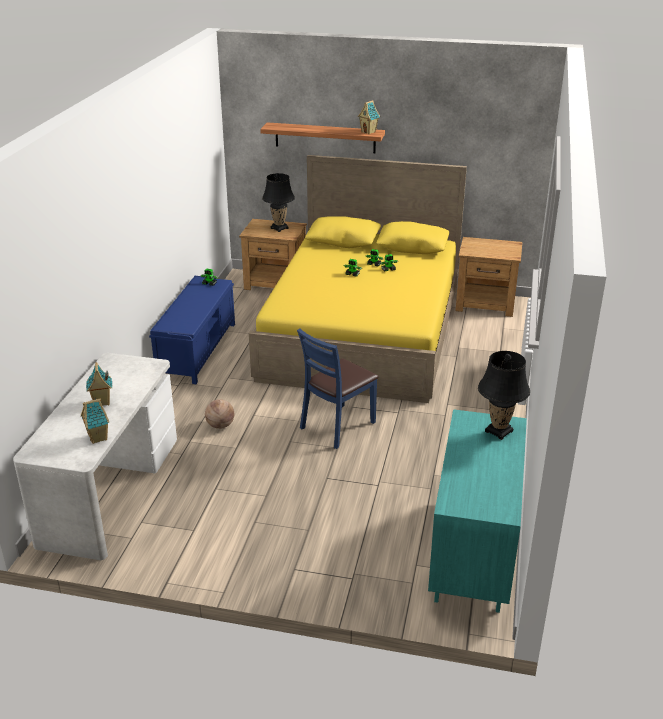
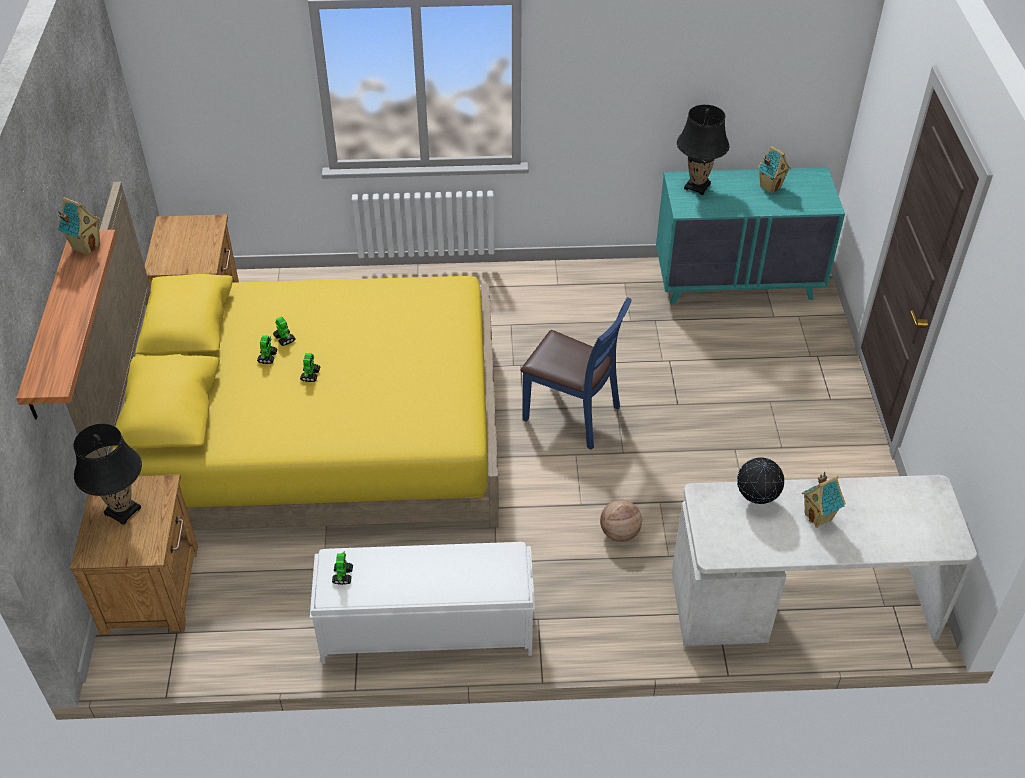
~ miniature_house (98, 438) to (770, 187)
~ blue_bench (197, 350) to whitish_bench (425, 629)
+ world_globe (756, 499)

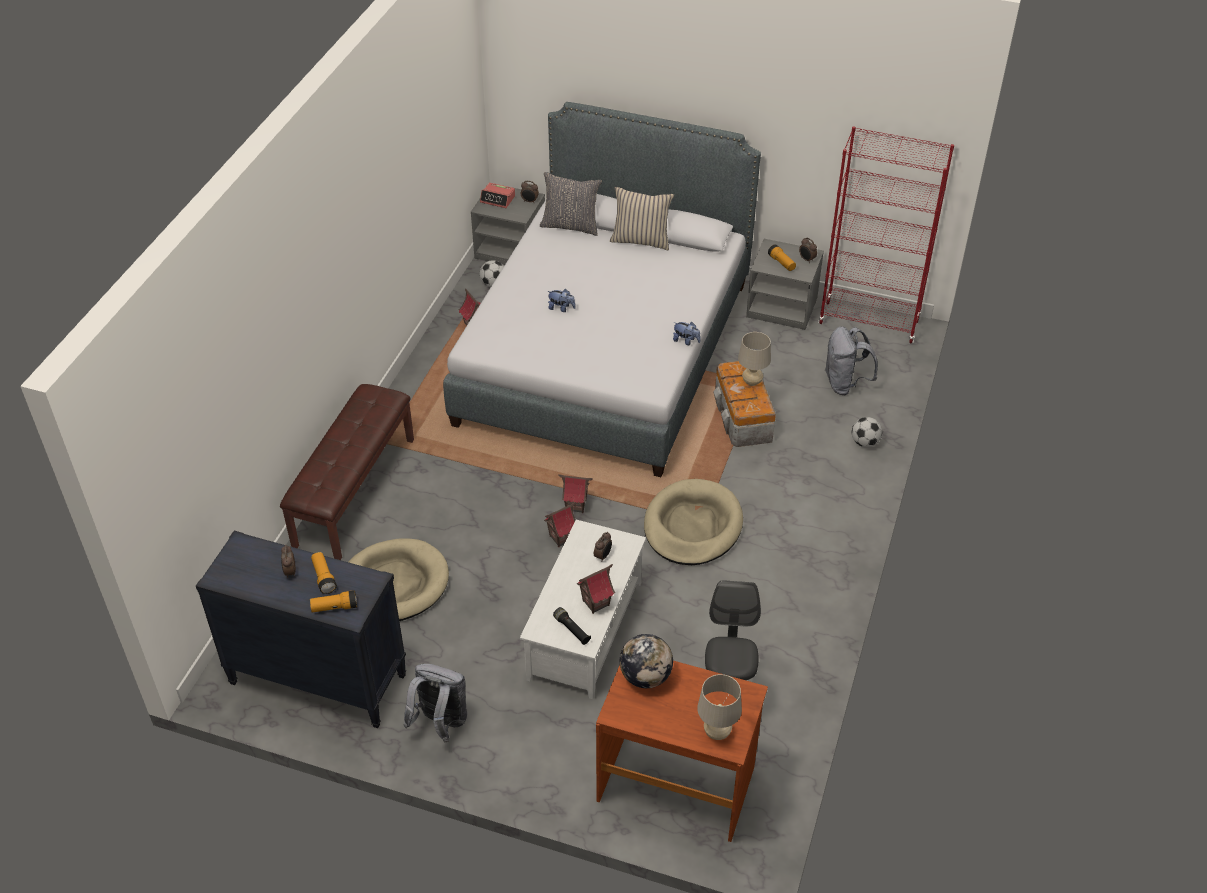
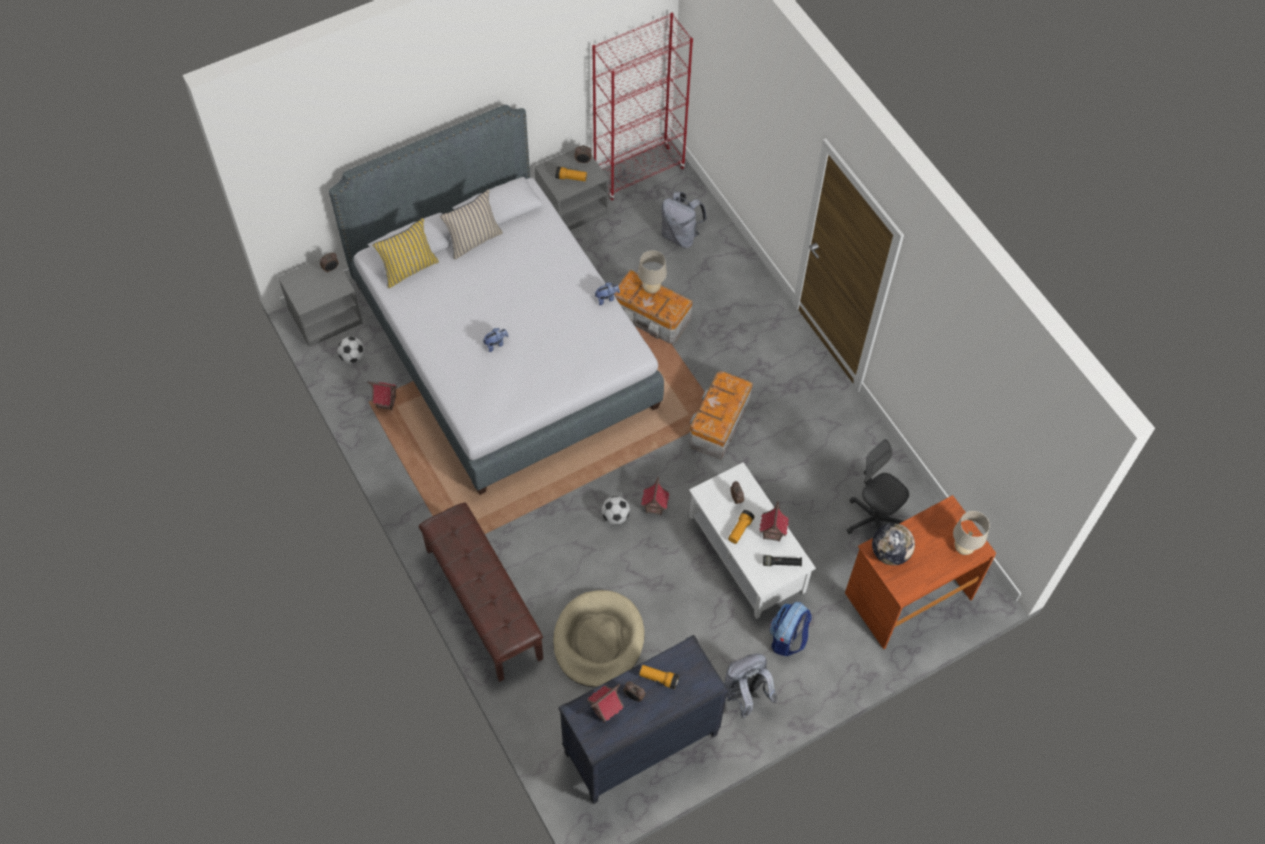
~ flashlight (334, 607) to (740, 530)
- bedside_clock (498, 199)
~ grey_pillow (570, 225) to yellow-coloured_pillow (408, 268)
~ miniature_house (576, 506) to (605, 710)
~ beige_dog_cushion (692, 526) to storage_container (718, 424)
~ ball_for_football (865, 442) to (615, 516)
+ rucksack (787, 638)

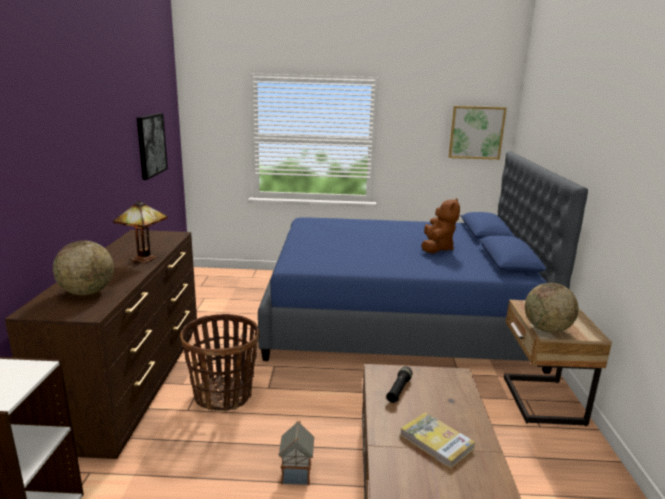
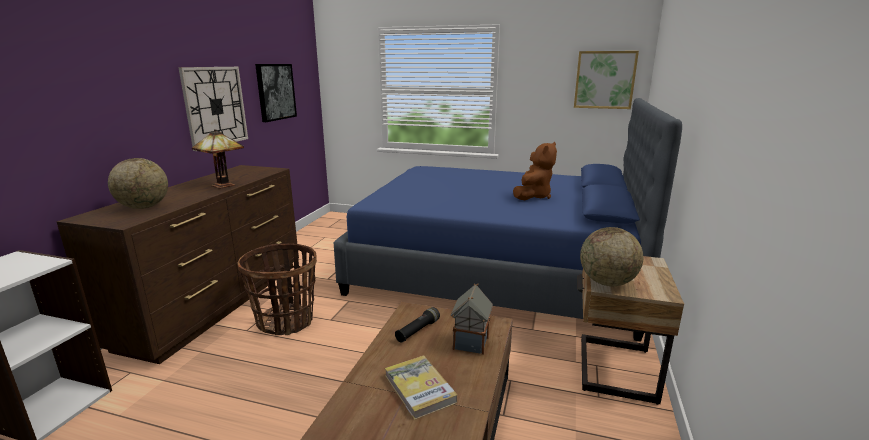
~ miniature_house (296, 475) to (471, 344)
+ hanging_clock (215, 106)

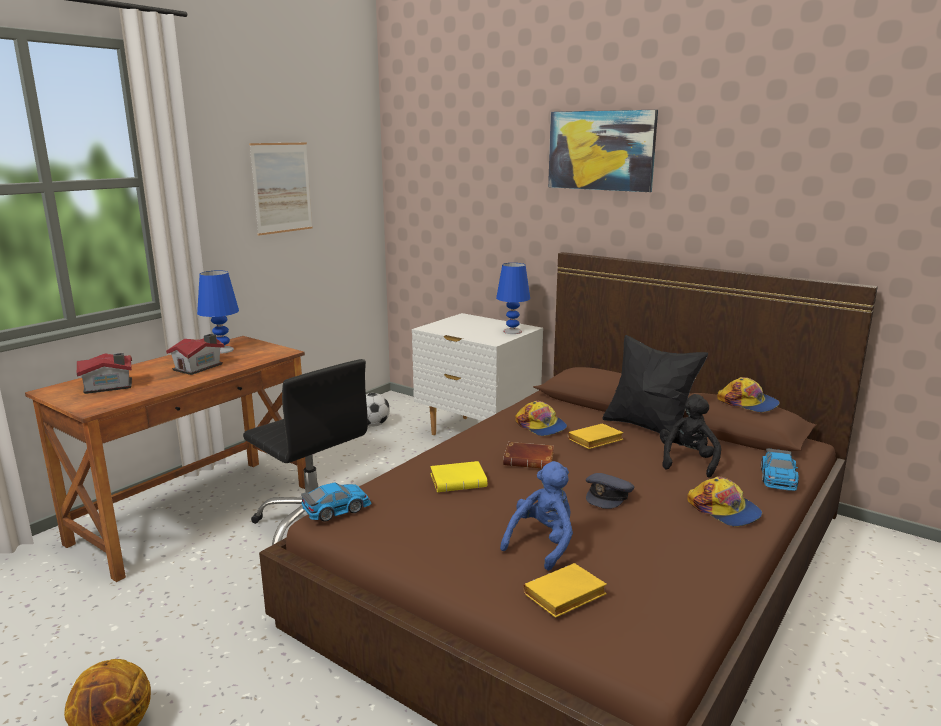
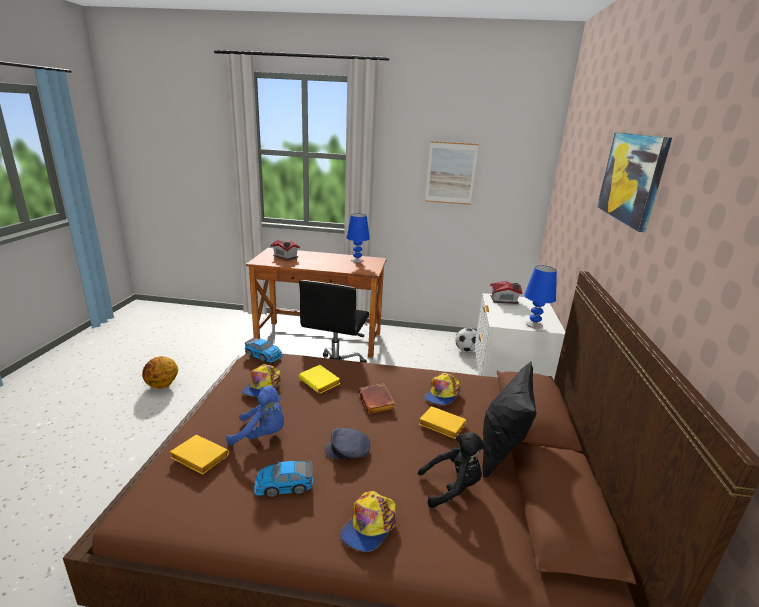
~ miniature_house (200, 367) to (504, 300)
~ cap (748, 403) to (262, 386)
~ miniature_car (778, 478) to (284, 484)

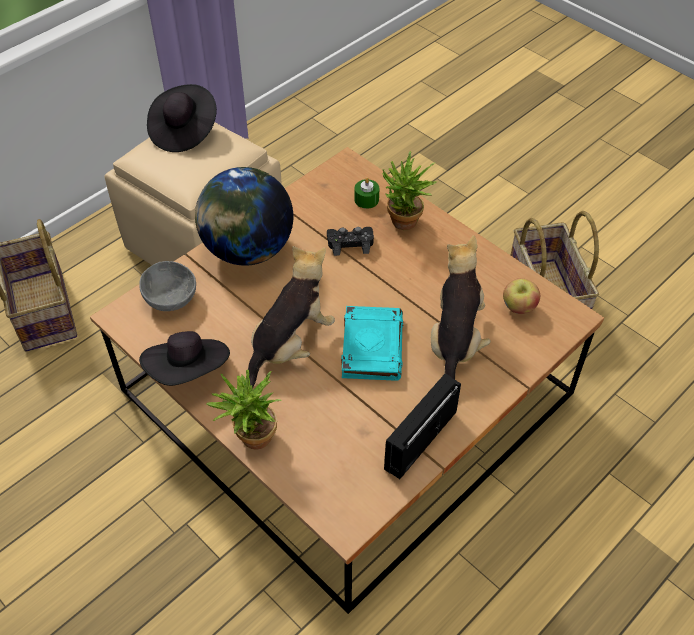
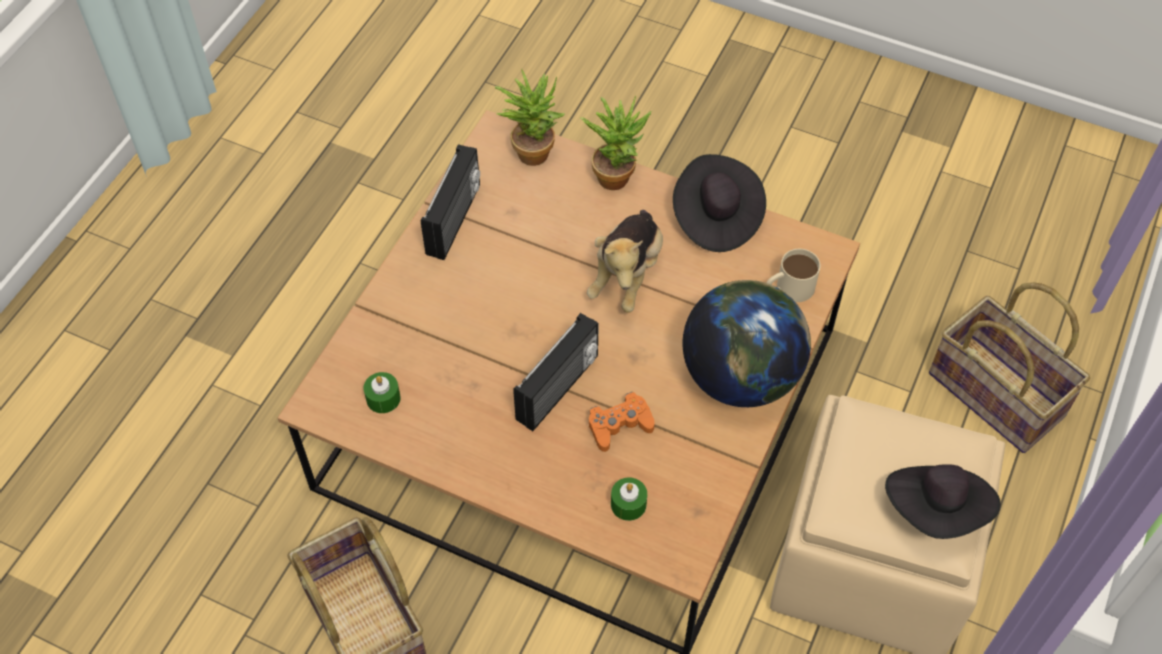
~ grey_serving_bowl (172, 297) to beige_coffee_mug (788, 289)
~ blackish_game_controller (350, 243) to orange_game_controller (619, 425)
- blue-green_book (371, 346)
~ houseplant (403, 225) to (532, 149)
- soft_toy (455, 342)
~ apple_fruit (518, 307) to greenish_candle (383, 398)
+ radio_set (559, 389)

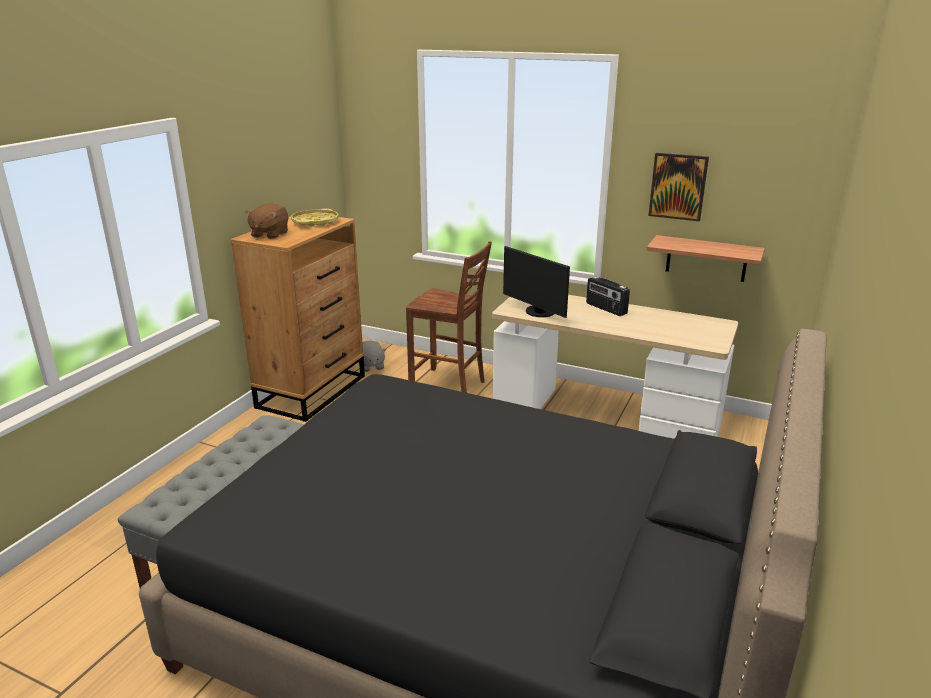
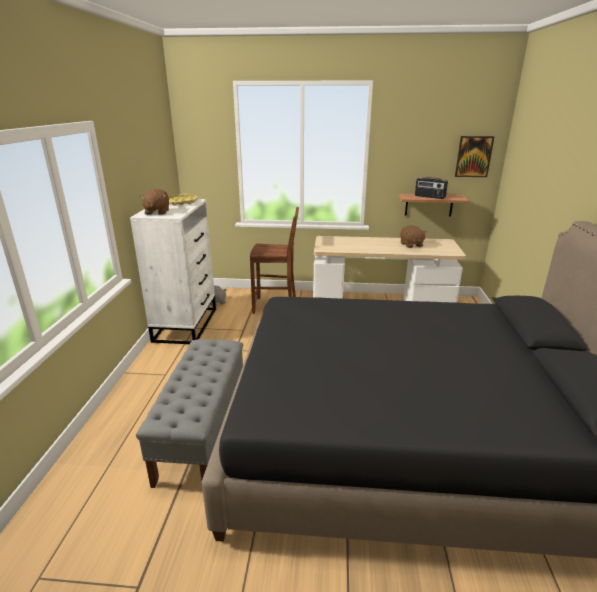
~ brown_chest_of_drawers (312, 391) to whitish_chest_of_drawers (186, 324)
- computer_screen (538, 312)
~ radio_set (605, 309) to (429, 197)
~ wall_picture (678, 186) to (473, 156)
+ brown_soft_toy (411, 245)

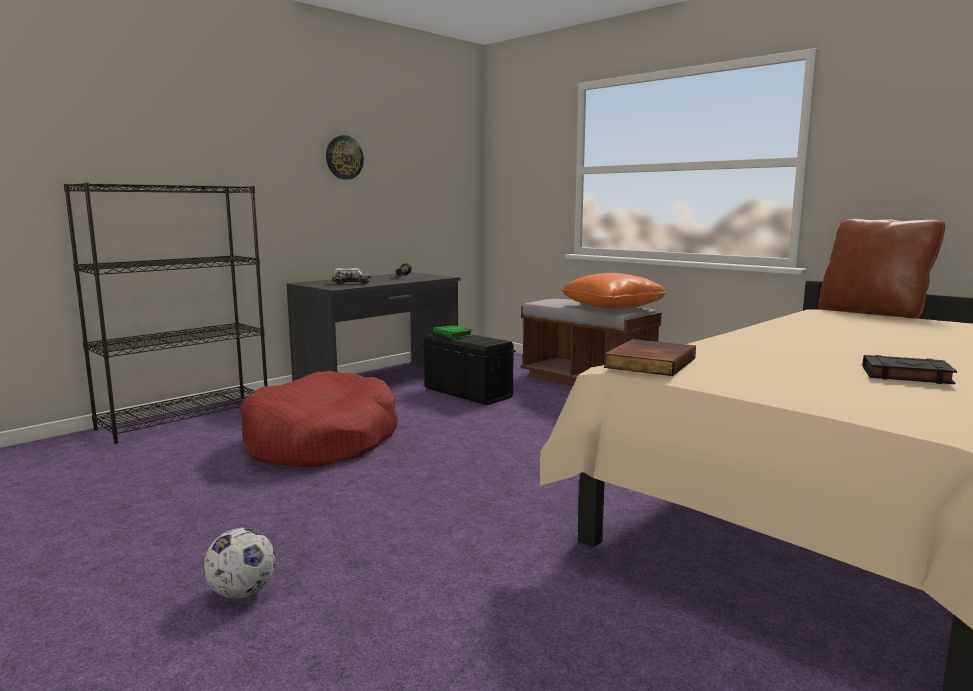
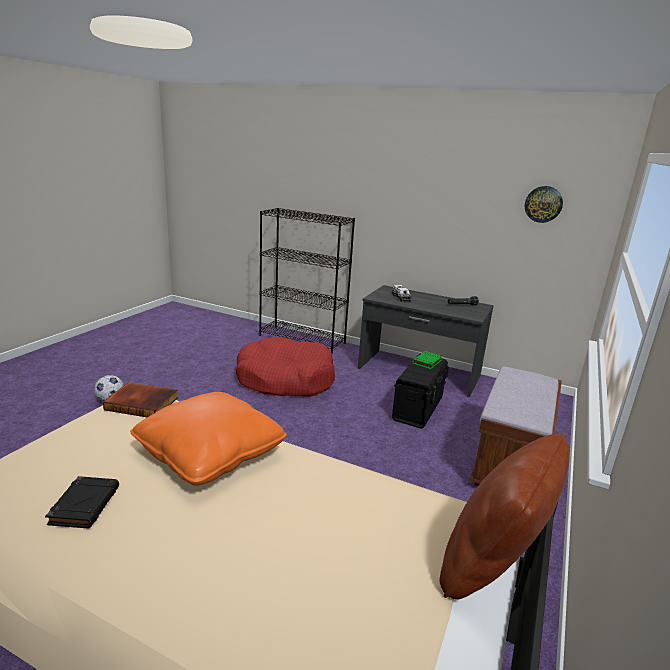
~ hanging_clock (344, 157) to (543, 204)
~ orange_pillow (612, 307) to (210, 453)

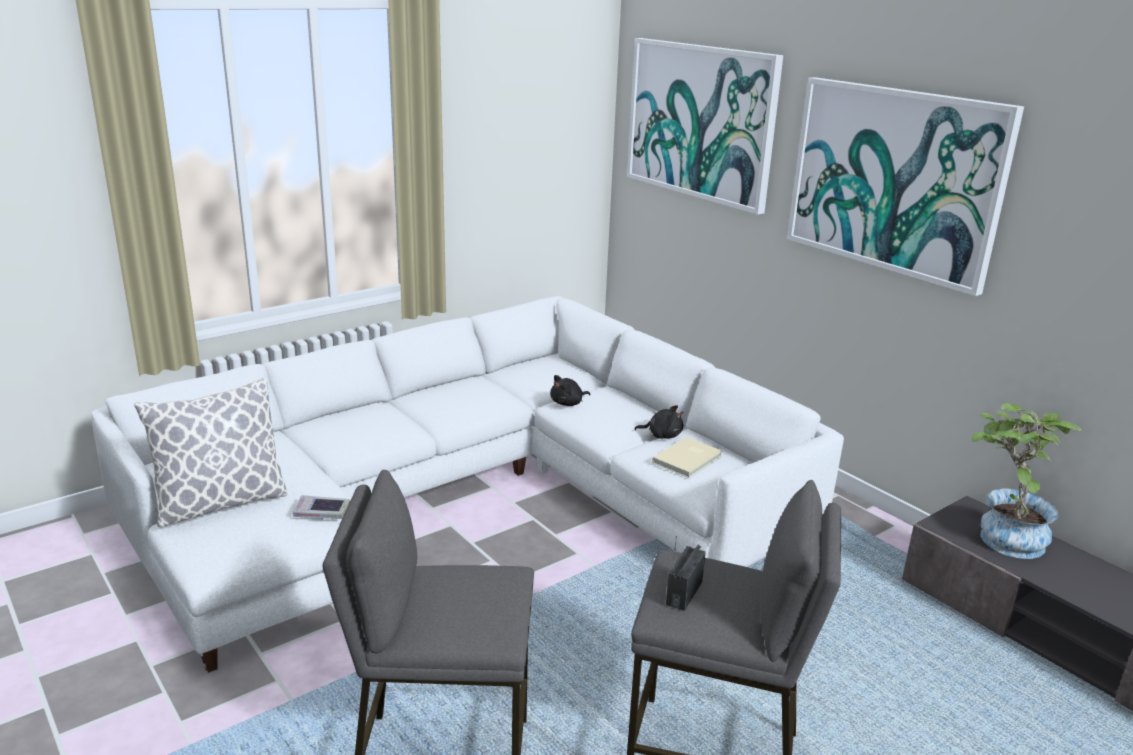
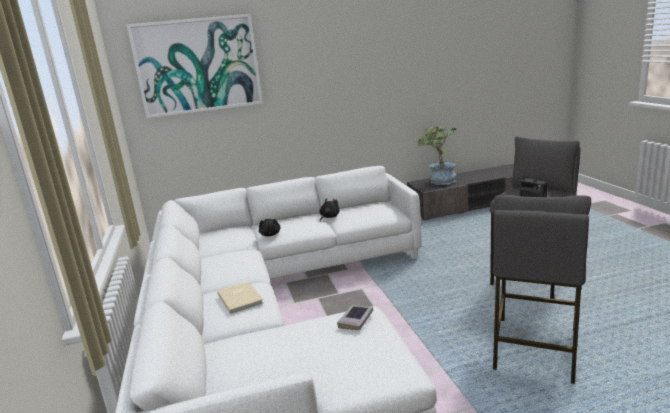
- pillow (221, 503)
~ beige_book (689, 459) to (241, 298)
- wall_picture (894, 180)

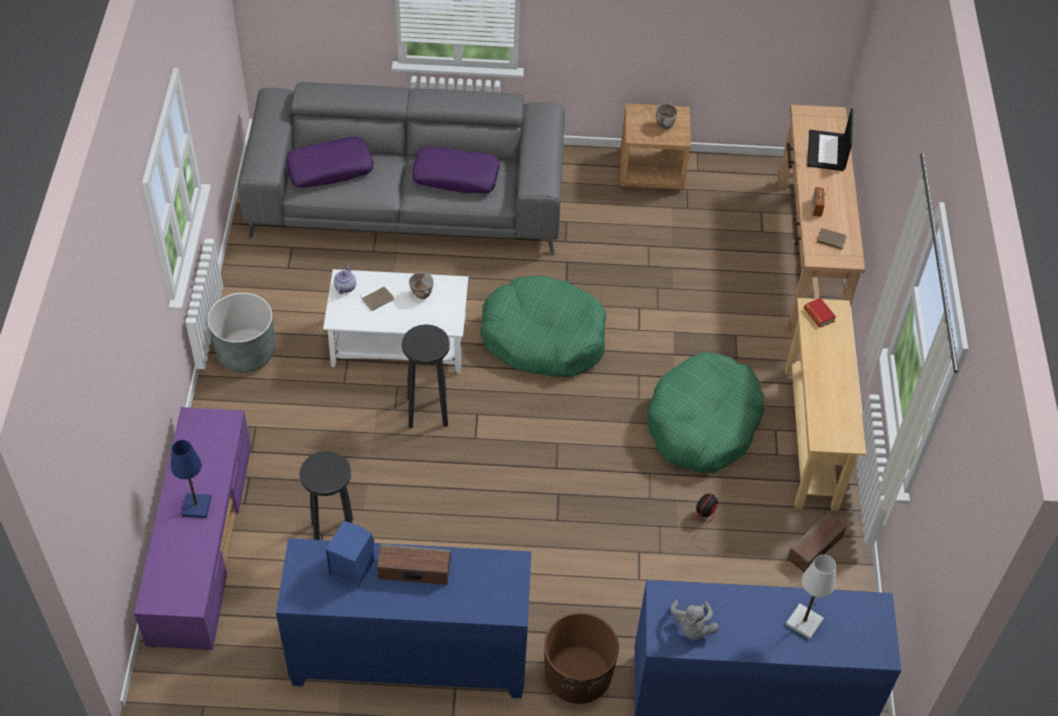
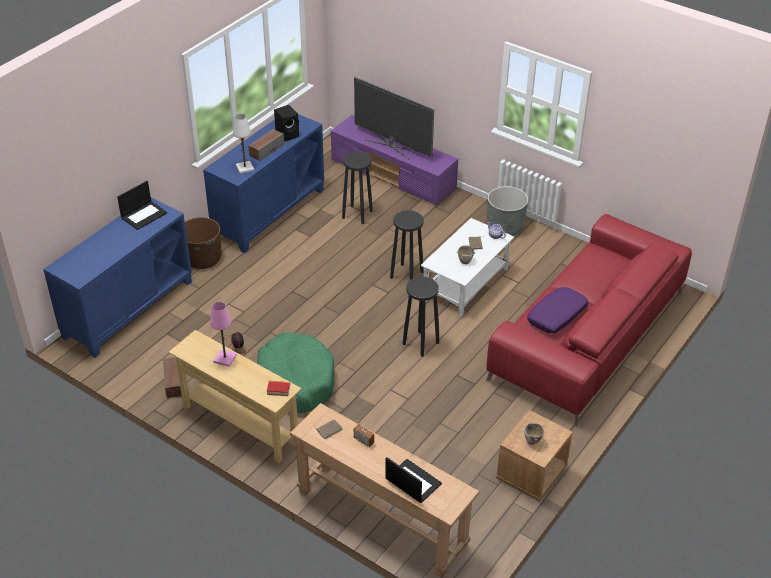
~ blue_table_lamp (196, 506) to television (392, 145)
~ grey_settee (407, 198) to red-coloured_settee (588, 335)
- purplish_pillow (330, 169)
~ blue_speaker (350, 567) to blackish_speaker (288, 134)
~ greenish_dog_cushion (543, 337) to blackish_stool (420, 343)
~ grey_soft_toy (692, 627) to portable_computer (144, 215)
~ whitish_table_lamp (804, 622) to (245, 168)
+ pink-coloured_table_lamp (225, 358)

